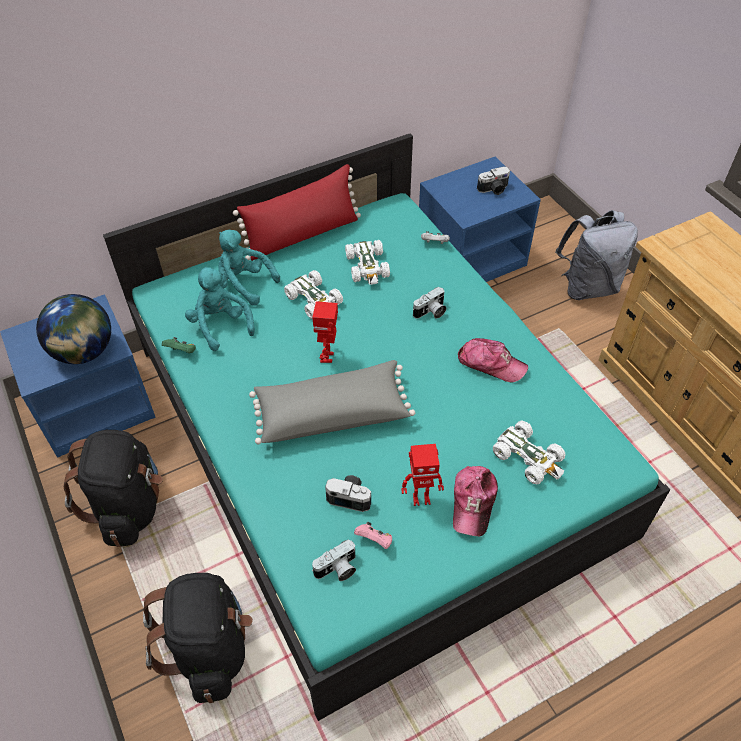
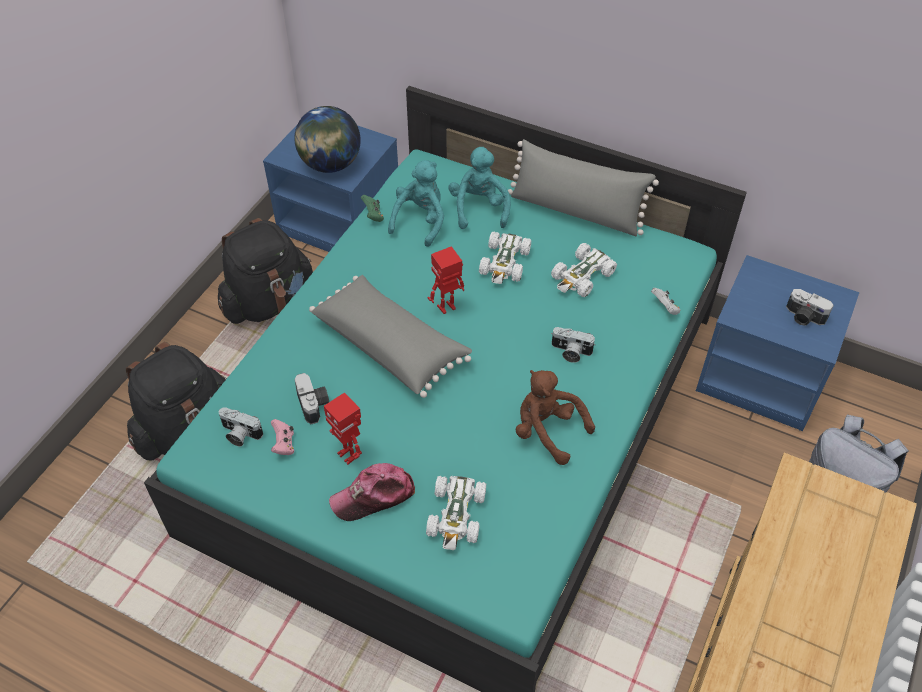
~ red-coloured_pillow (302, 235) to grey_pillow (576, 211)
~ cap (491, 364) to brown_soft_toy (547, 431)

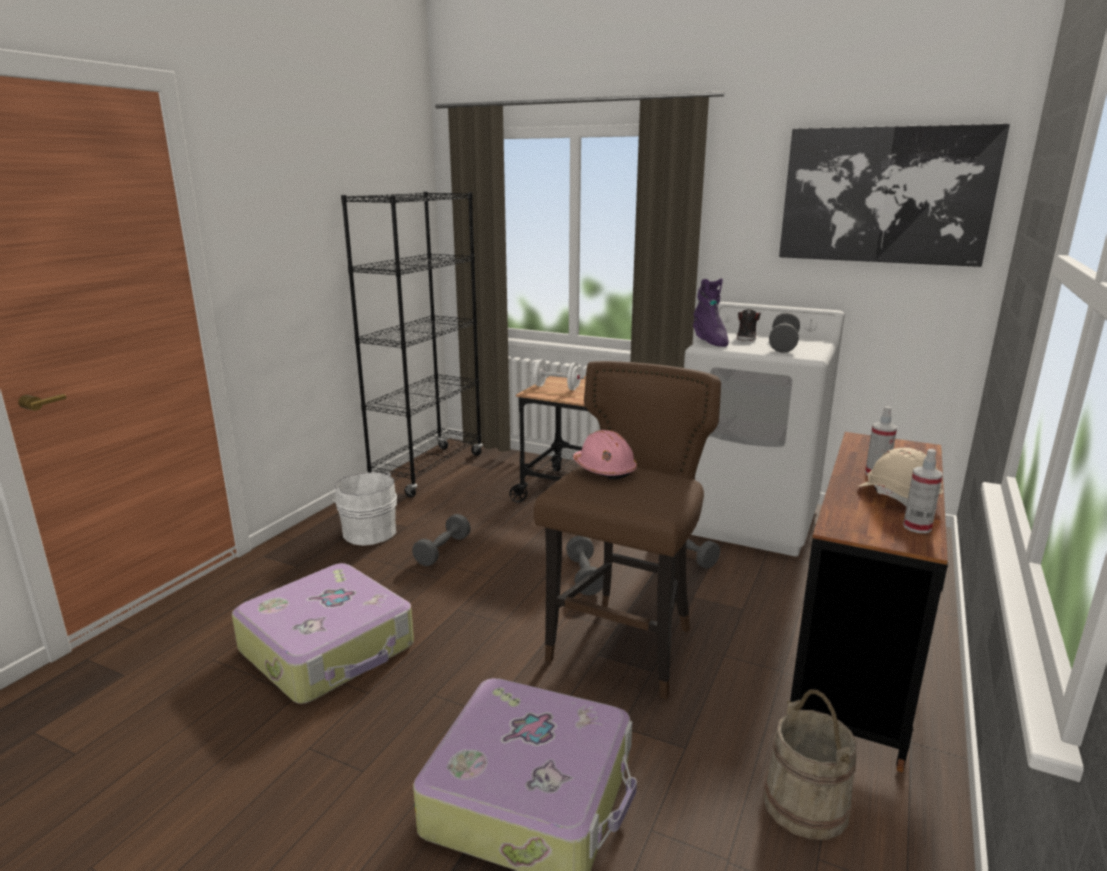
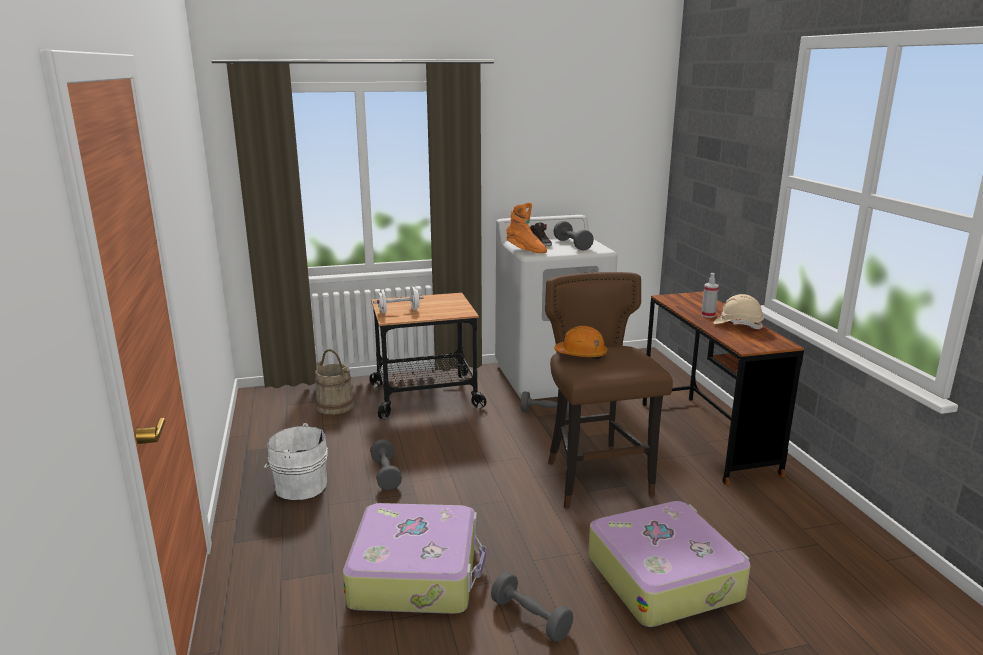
- blackish_bookshelf (428, 471)
~ grey_hand_weight (584, 576) to (530, 618)
~ pink-coloured_safety_helmet (604, 469) to orange_safety_helmet (581, 354)
~ purplish_high-top_boot (709, 341) to orange_high-top_boot (526, 250)
~ beige_bucket (805, 804) to (335, 406)
- wall_picture (885, 195)
- sprayer (917, 527)

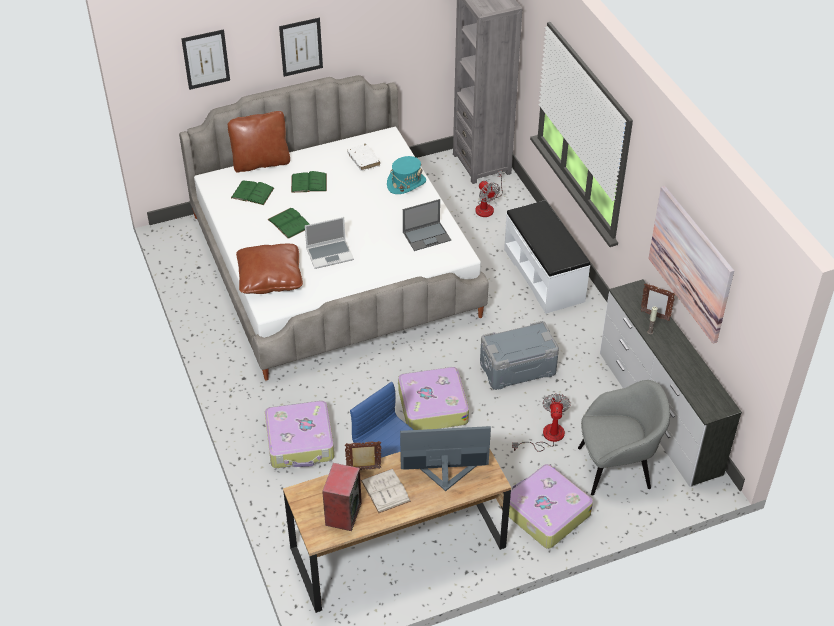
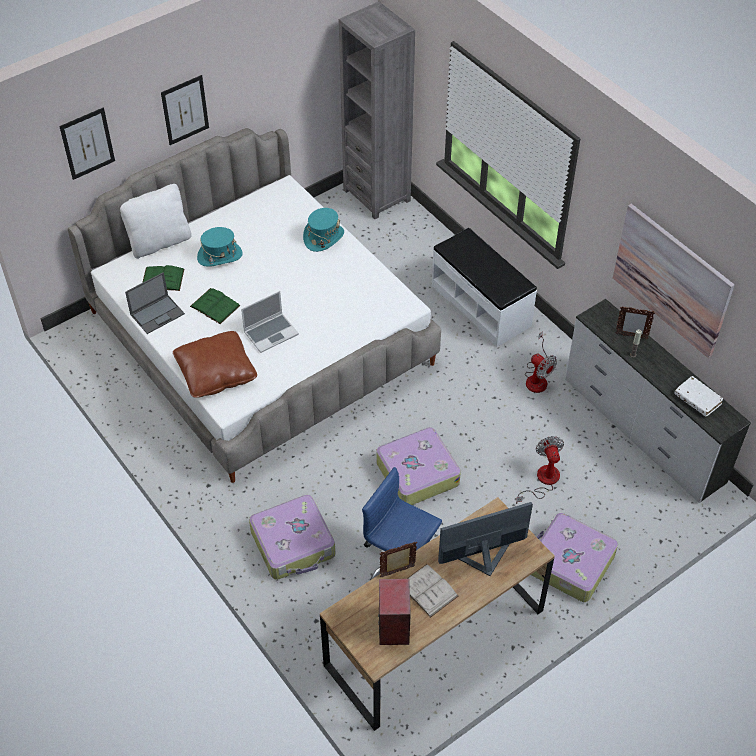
~ brown_pillow (261, 162) to whitish_pillow (159, 242)
~ greenish_book (309, 183) to blue-green_hat (220, 256)
~ whitish_book (363, 160) to (697, 399)
~ portable_computer (427, 236) to (157, 314)
~ electric_fan (487, 206) to (537, 377)
- grey_storage_container (518, 369)
- grey_easy_chair (616, 467)

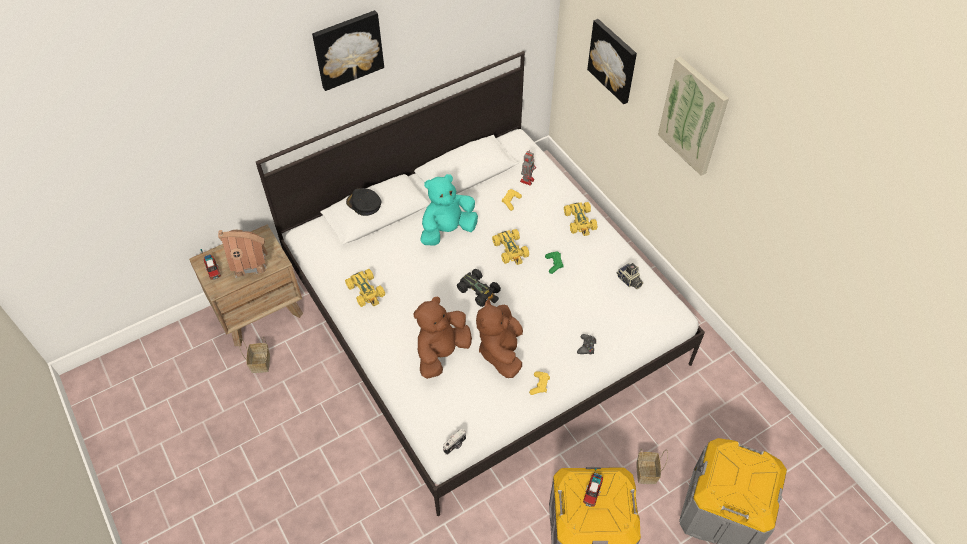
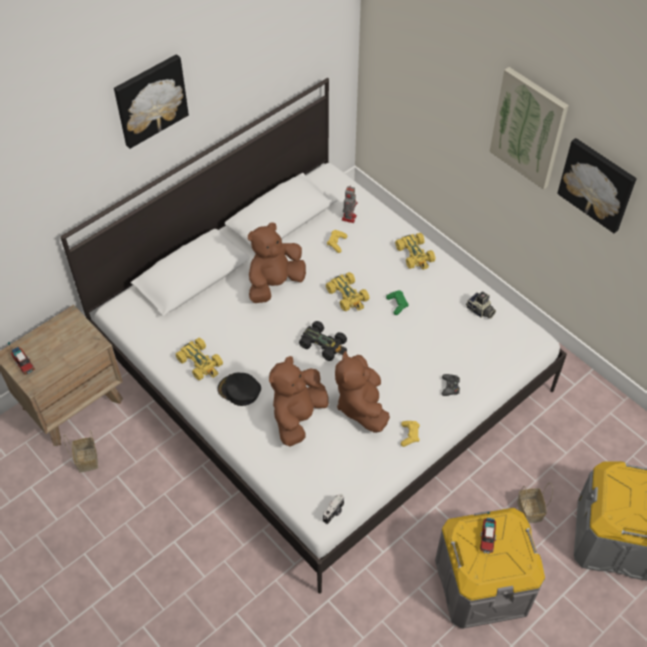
- miniature_house (250, 263)
~ blackish_cap (364, 204) to (239, 391)
~ blue-green_soft_toy (447, 230) to brown_soft_toy (274, 284)
~ wall_picture (613, 60) to (597, 184)

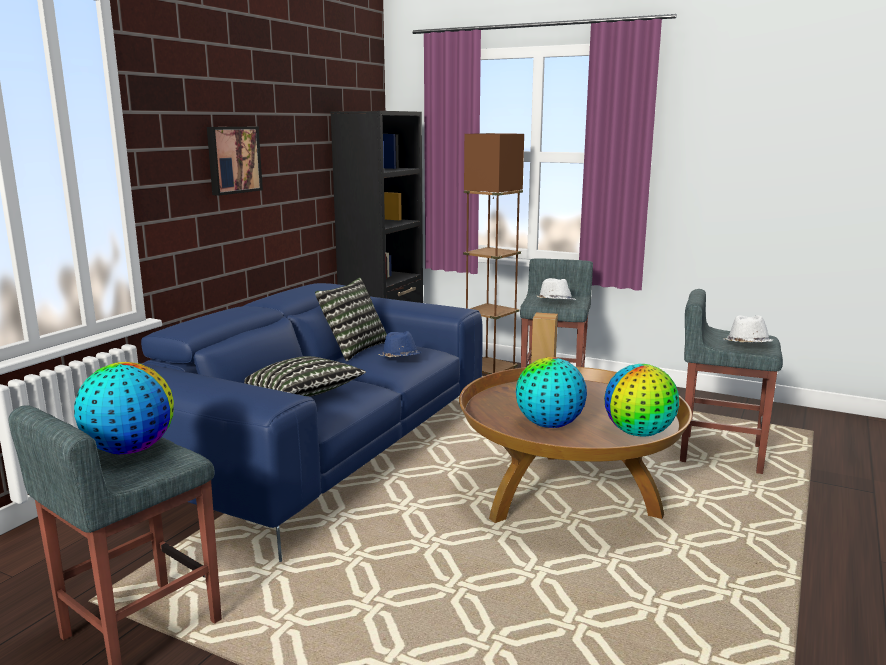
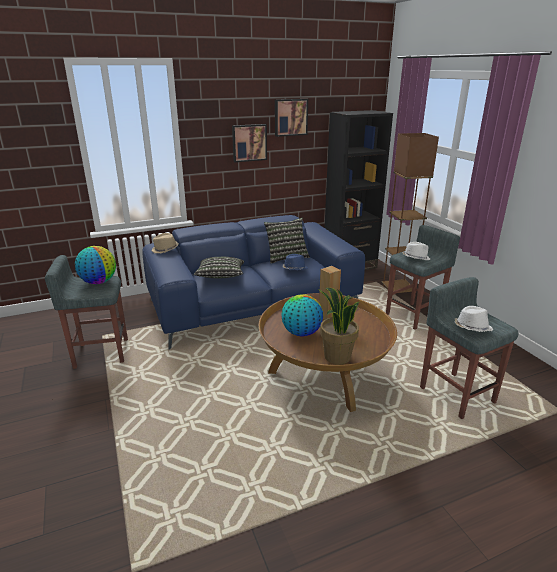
~ world_globe (639, 433) to houseplant (336, 357)
+ beige_hat (165, 249)
+ wall_picture (290, 117)

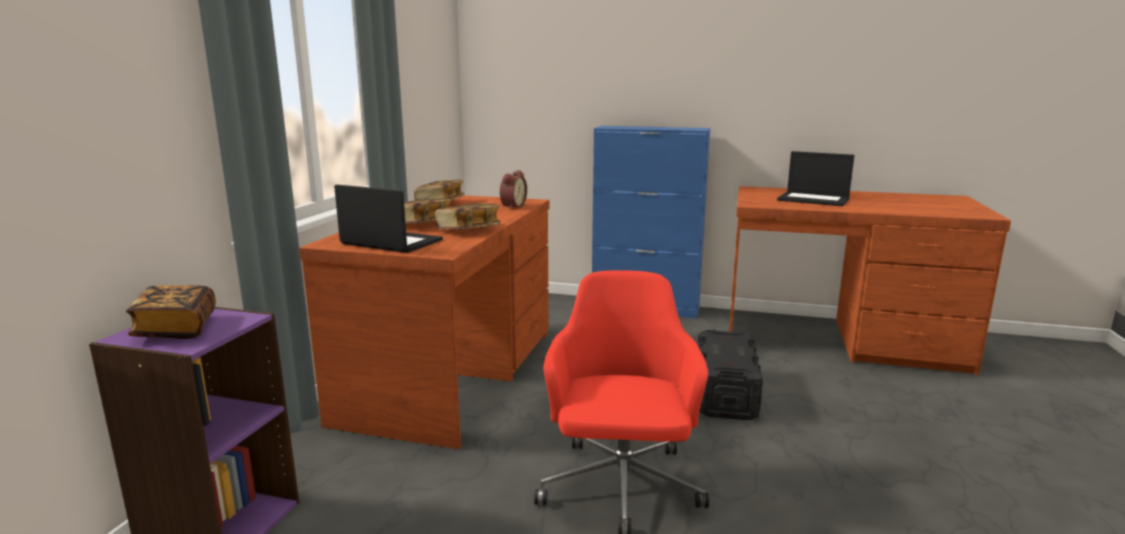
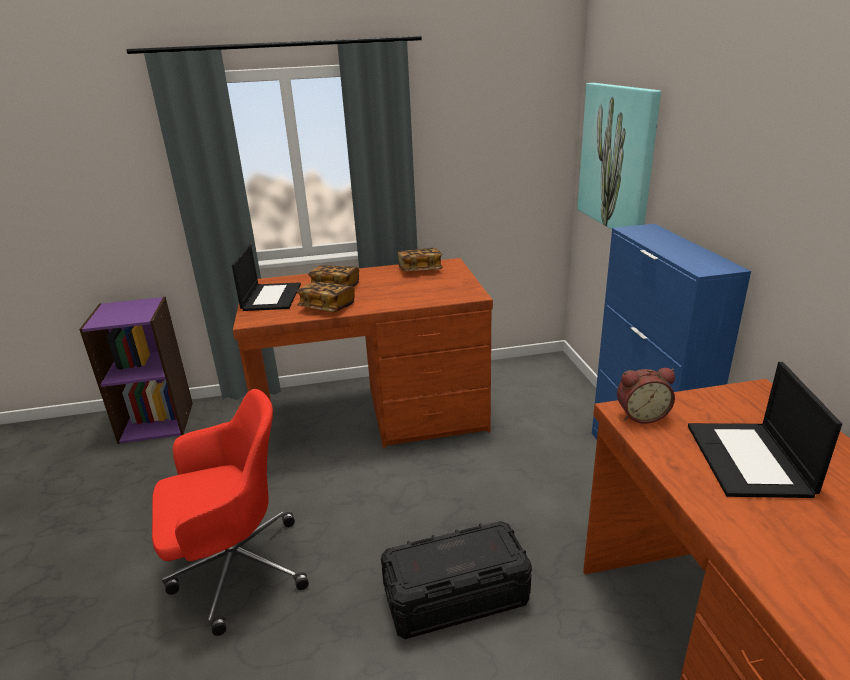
- book (176, 329)
~ bedside_clock (512, 206) to (641, 415)
+ wall_picture (617, 158)

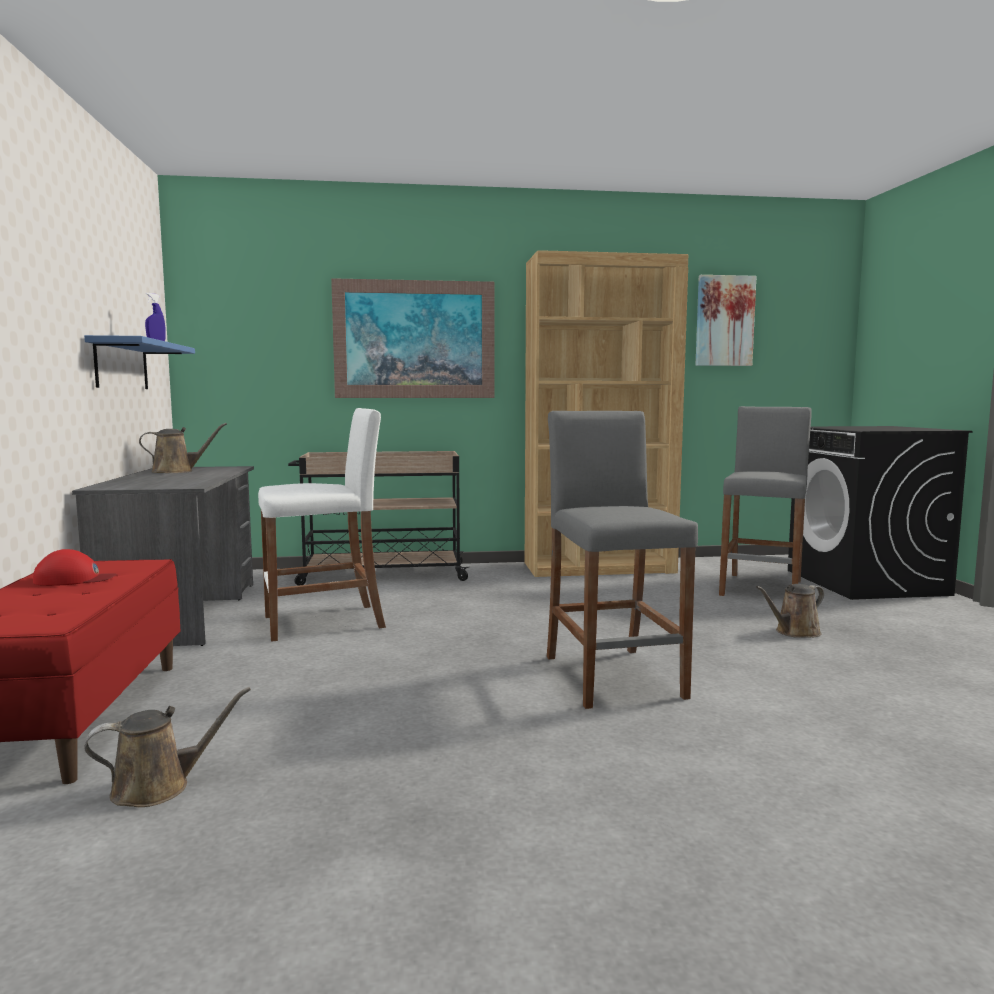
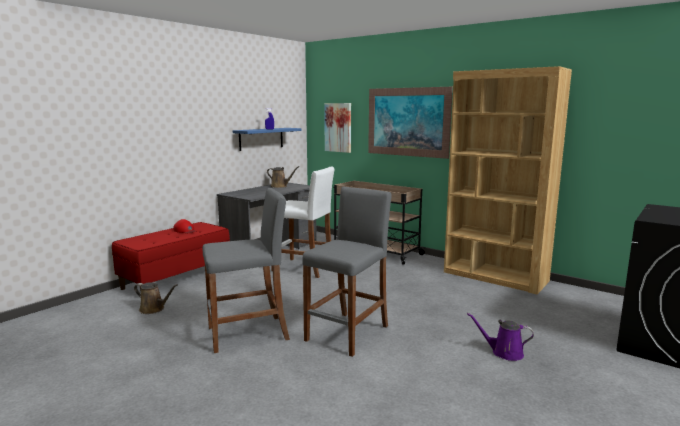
~ wall_picture (724, 321) to (338, 127)
~ grey_stool (762, 588) to (248, 333)
~ brown_watering_can (794, 632) to purplish_watering_can (504, 353)

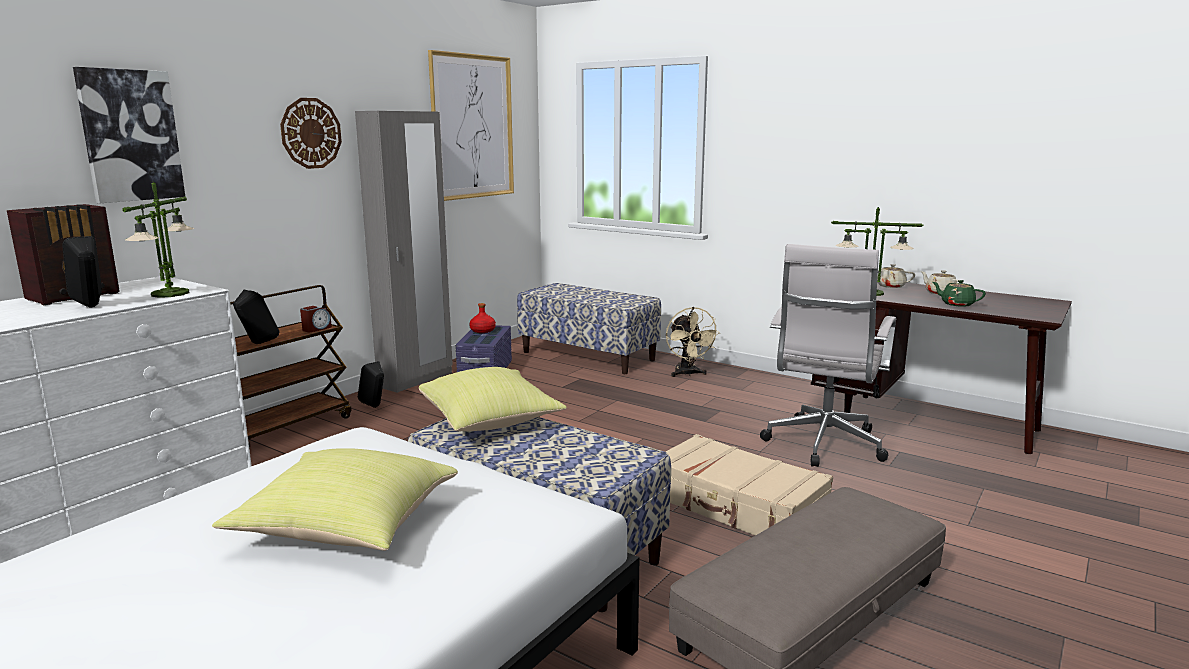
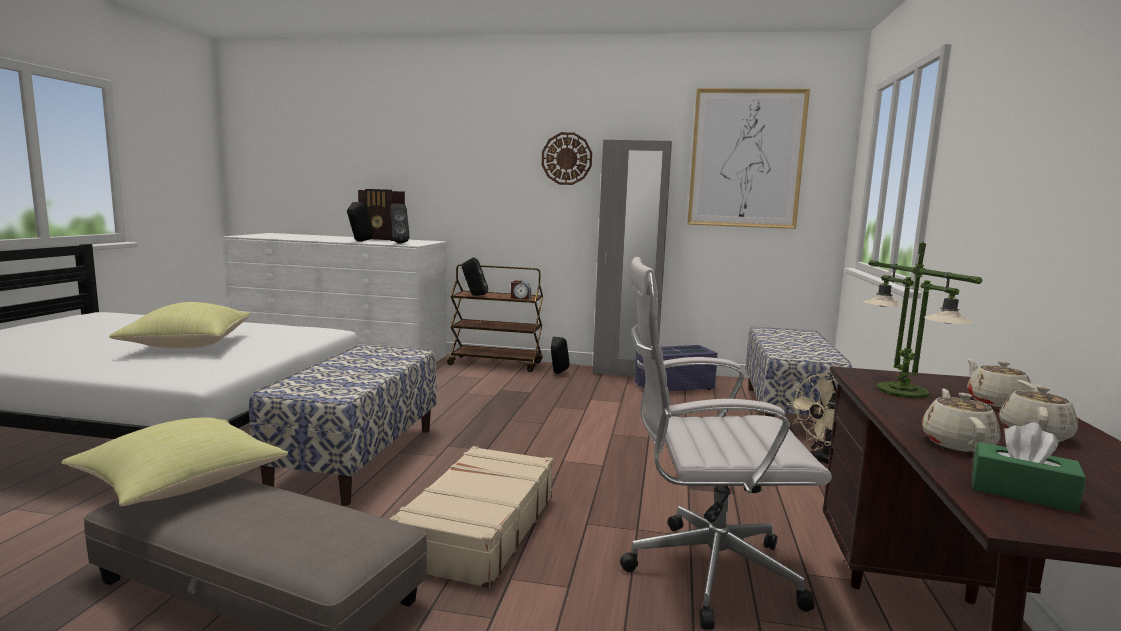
- wall_picture (130, 135)
~ table_lamp (170, 293) to blackish_speaker (398, 243)
~ yellow-coloured_pillow (491, 422) to (181, 487)
- red-coloured_beverage_bottle (482, 331)
~ greenish_tea_pot (956, 304) to beige_tea_pot (956, 443)
+ greenish_box_of_tissues (1022, 492)

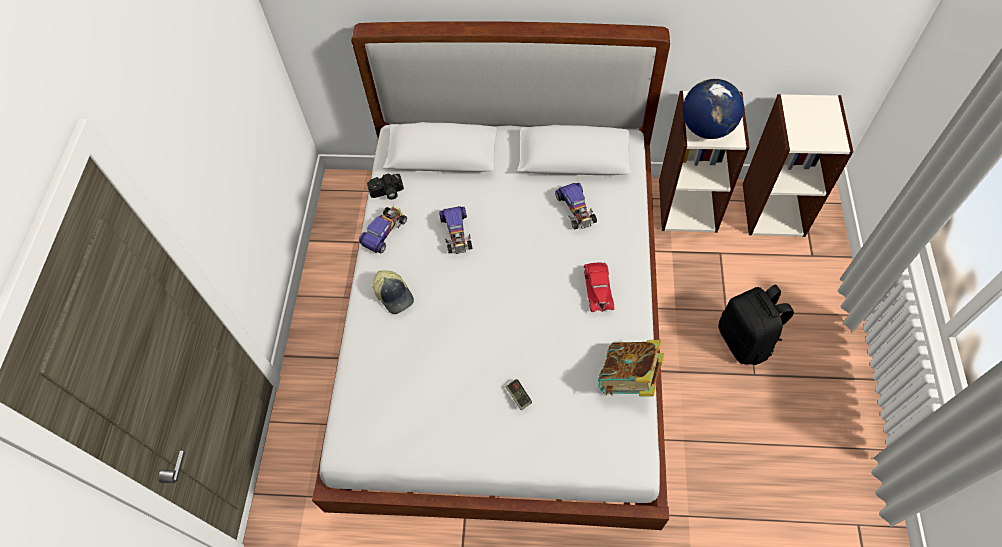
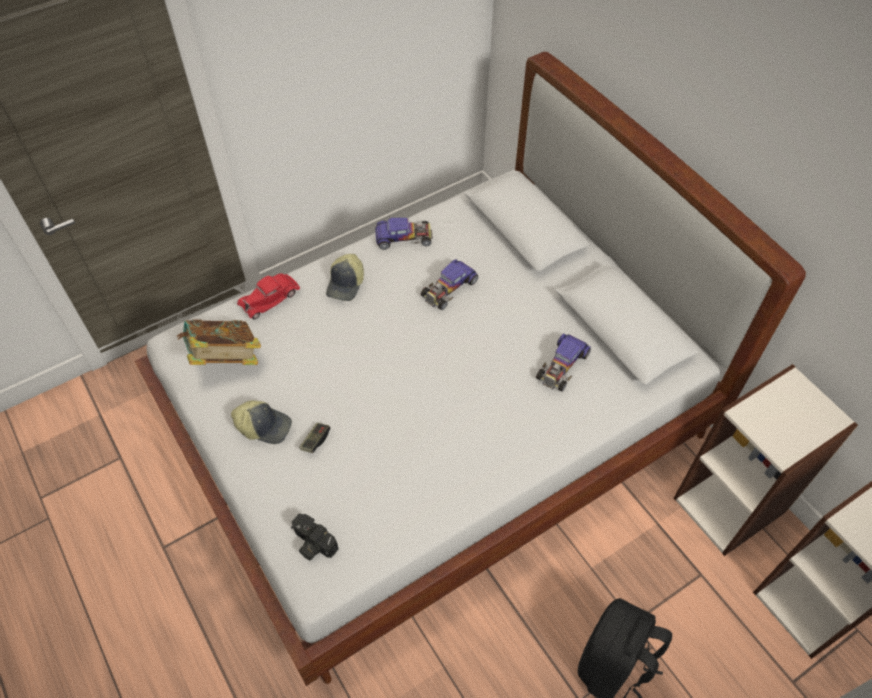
~ photo_camera (387, 193) to (312, 544)
~ red-coloured_miniature_car (598, 288) to (270, 298)
~ book (628, 379) to (225, 358)
- world_globe (707, 128)
+ cap (264, 426)

